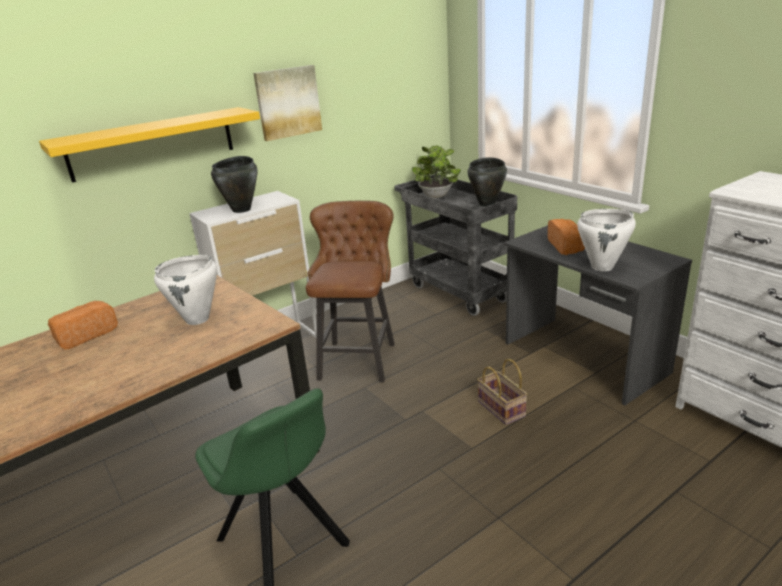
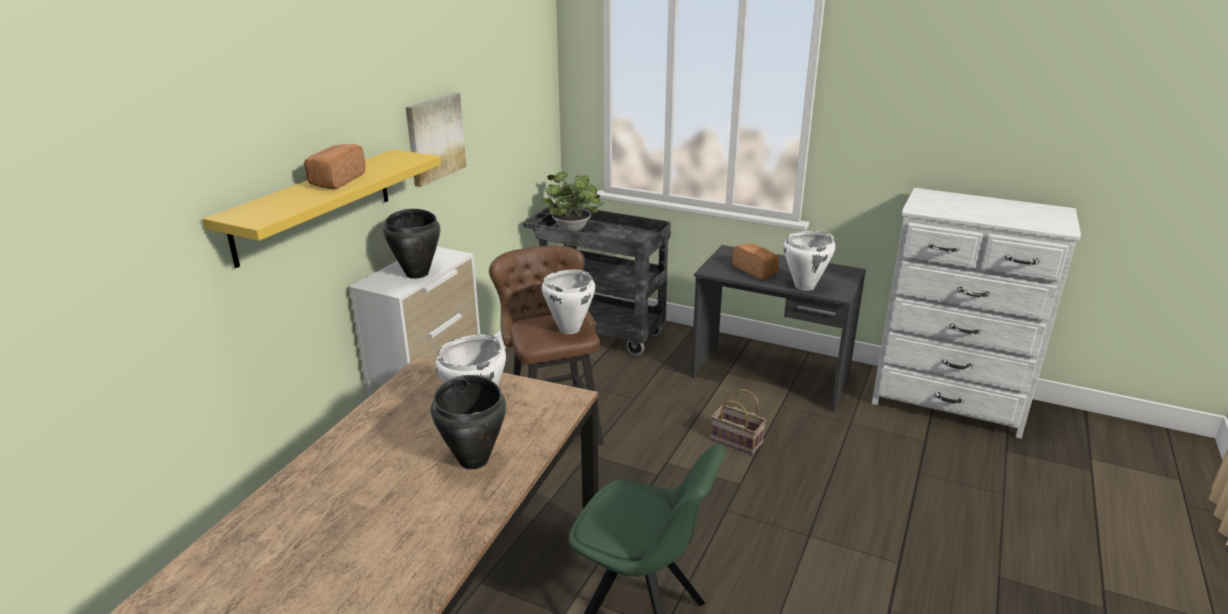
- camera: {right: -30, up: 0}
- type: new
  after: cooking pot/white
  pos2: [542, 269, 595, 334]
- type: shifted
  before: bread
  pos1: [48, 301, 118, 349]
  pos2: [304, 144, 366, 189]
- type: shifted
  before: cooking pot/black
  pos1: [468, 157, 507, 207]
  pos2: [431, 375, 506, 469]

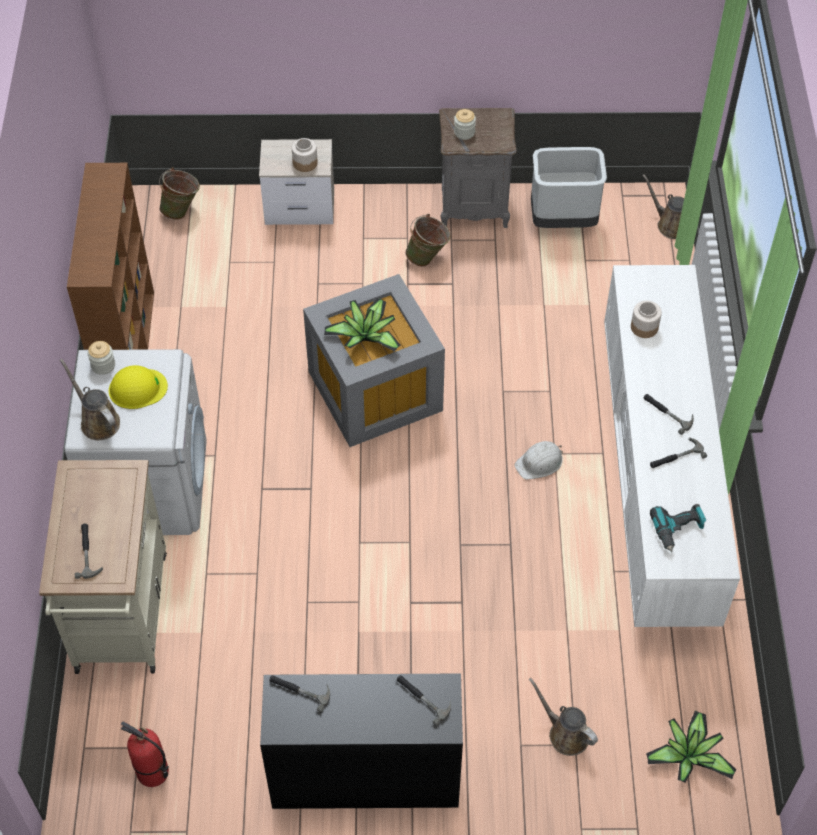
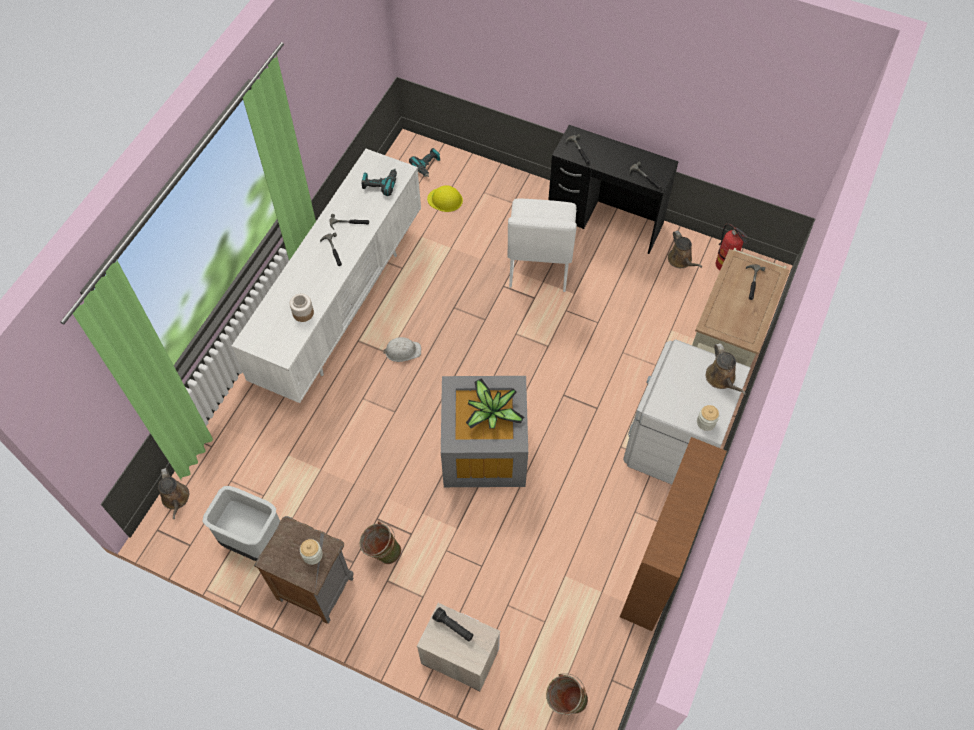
- camera: {right: -155, up: 5}
- type: new
  after: chair/white
  pos2: [508, 199, 577, 292]
- type: shifted
  before: hard hat/yellow
  pos1: [109, 365, 168, 409]
  pos2: [427, 185, 463, 212]
- type: shifted
  before: watering can/brown
  pos1: [529, 678, 598, 756]
  pos2: [668, 231, 702, 268]
- type: swapped
  before: jar
  after: flashlight/black
  pos1: [292, 138, 318, 172]
  pos2: [432, 607, 474, 641]
- type: swapped
  before: potted plant
  after: power drill
  pos1: [646, 711, 736, 782]
  pos2: [409, 148, 440, 177]

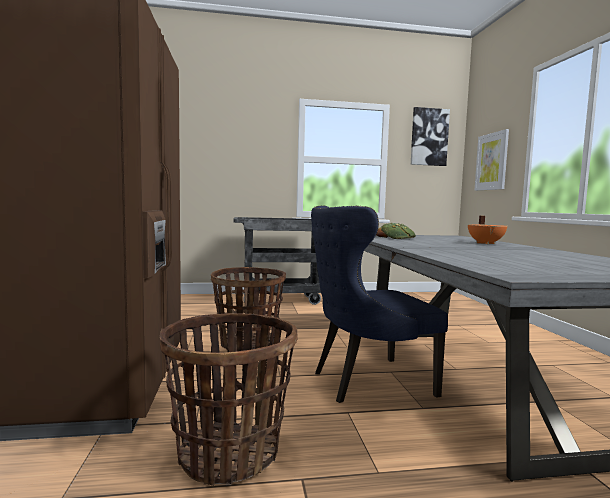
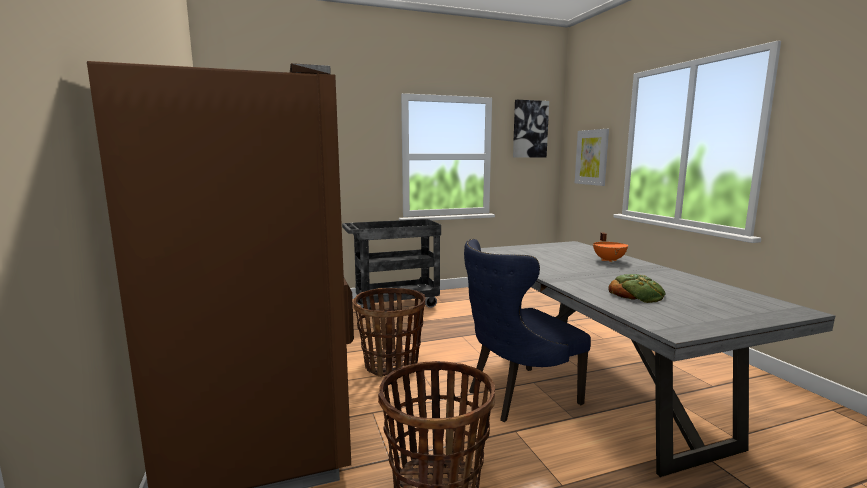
- camera: {right: -10, up: 5}
- type: shifted
  before: bread
  pos1: [376, 223, 416, 239]
  pos2: [608, 274, 666, 303]

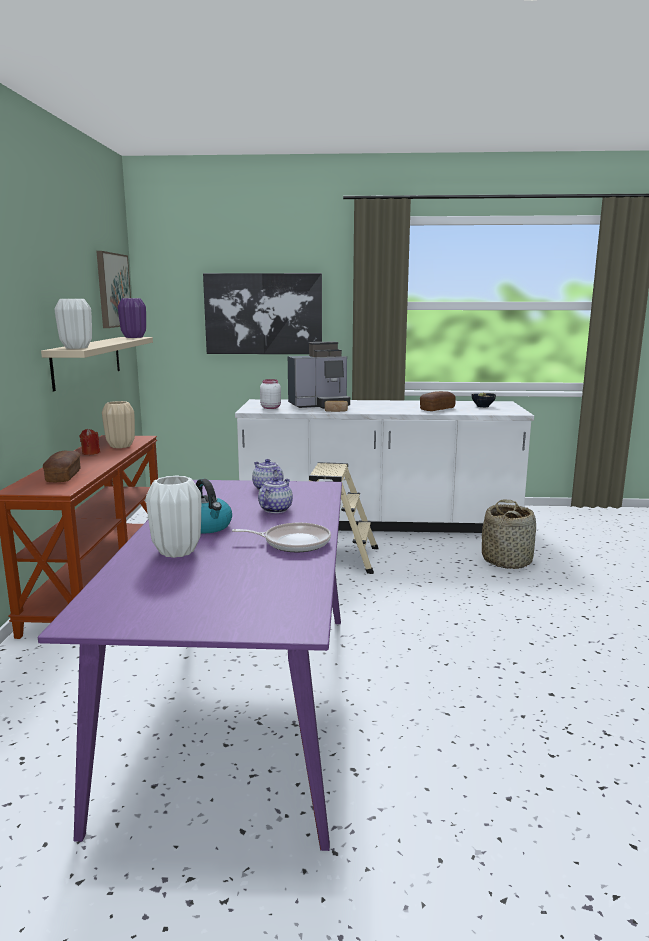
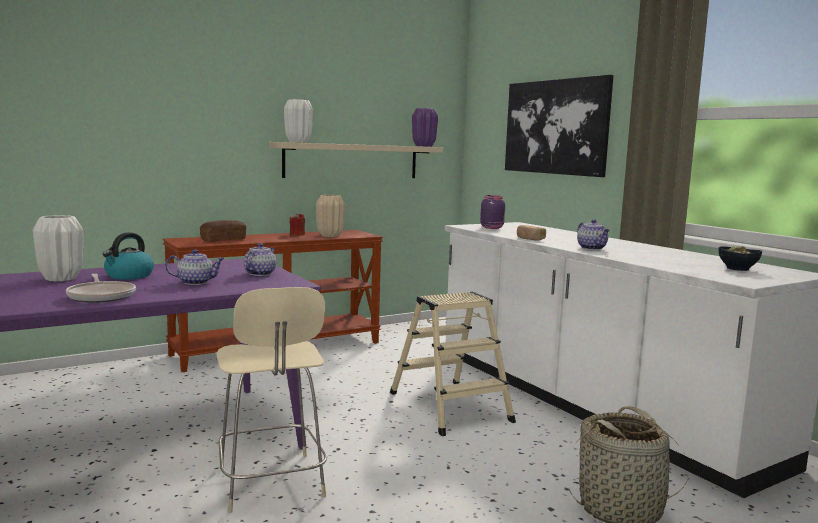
- camera: {right: 55, up: -5}
- type: gone
  before: picture
  pos1: [96, 251, 131, 328]
- type: gone
  before: coffee machine
  pos1: [288, 341, 350, 409]
- type: gone
  before: bread
  pos1: [420, 391, 456, 411]
- type: new
  after: chair/beige
  pos2: [217, 287, 327, 513]
- type: new
  after: teapot
  pos2: [577, 219, 610, 250]
- type: repainted
  before: jar/white
  after: jar/purple
  pos1: [260, 379, 281, 409]
  pos2: [480, 195, 505, 229]

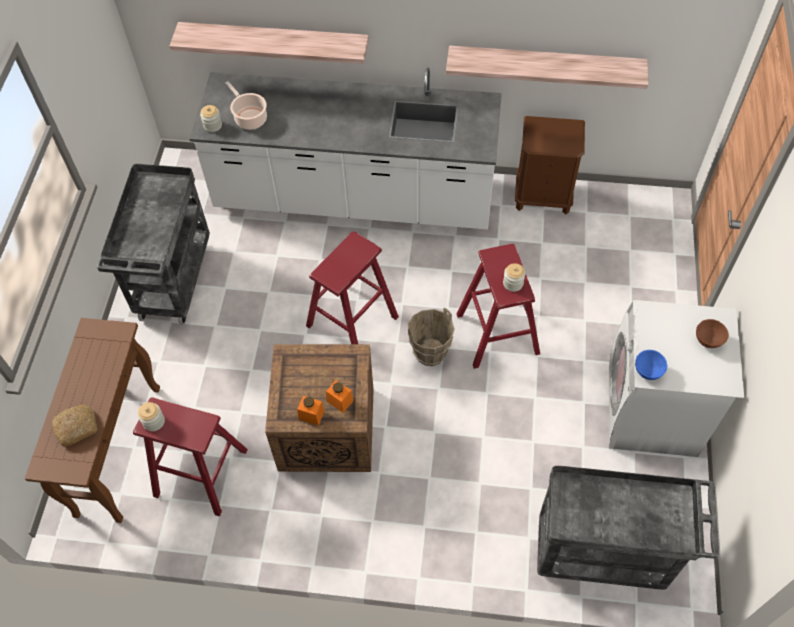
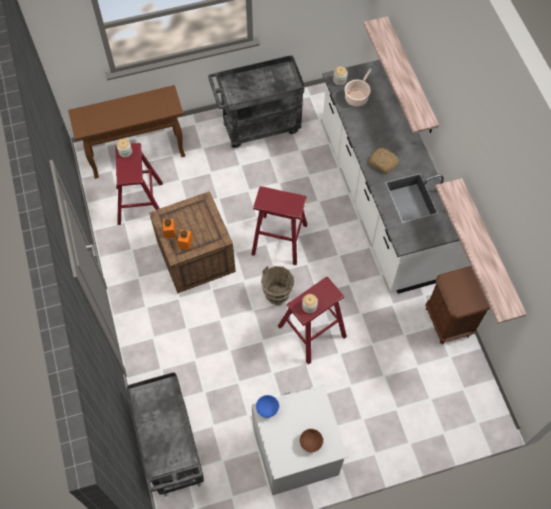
- camera: {right: 65, up: 5}
- type: shifted
  before: bread
  pos1: [52, 404, 97, 447]
  pos2: [369, 148, 399, 174]

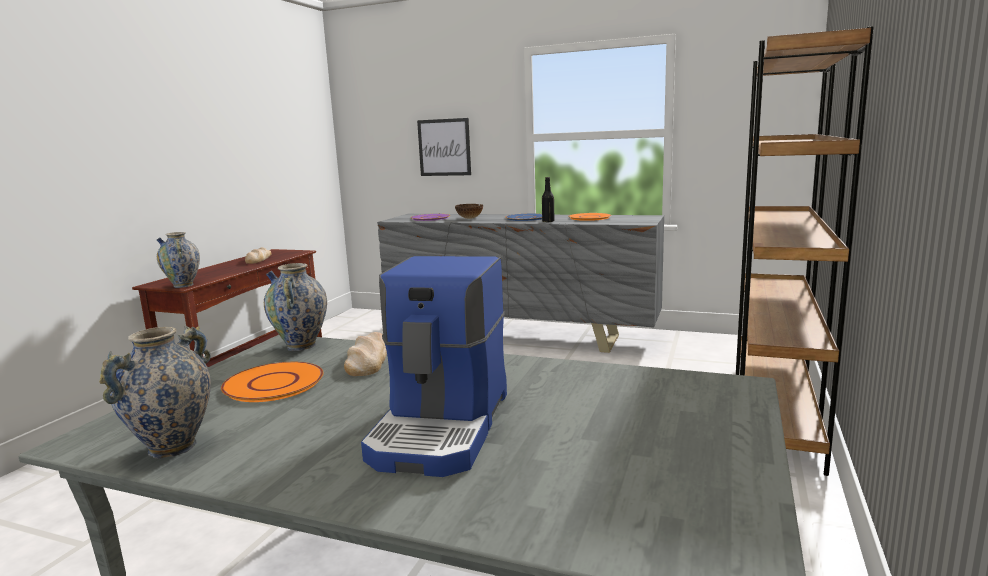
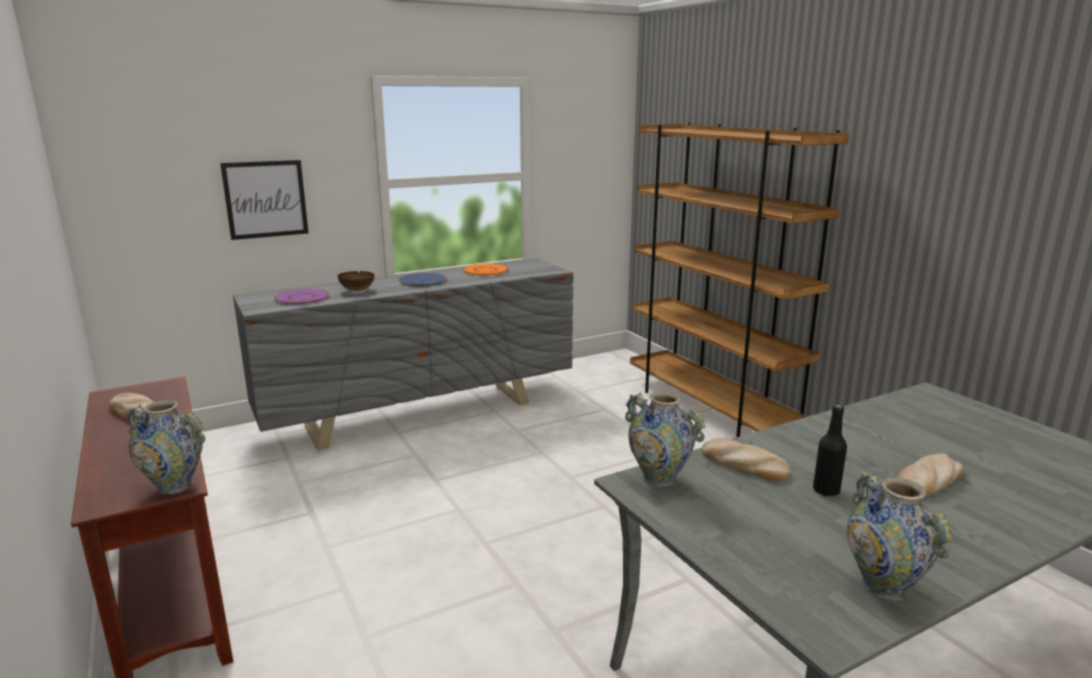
- camera: {right: -50, up: 5}
- type: gone
  before: plate/orange
  pos1: [221, 362, 324, 402]
- type: shifted
  before: bottle/black
  pos1: [542, 177, 555, 222]
  pos2: [813, 404, 847, 496]
- type: swapped
  before: coffee machine
  after: bread
  pos1: [361, 256, 507, 477]
  pos2: [897, 453, 963, 496]

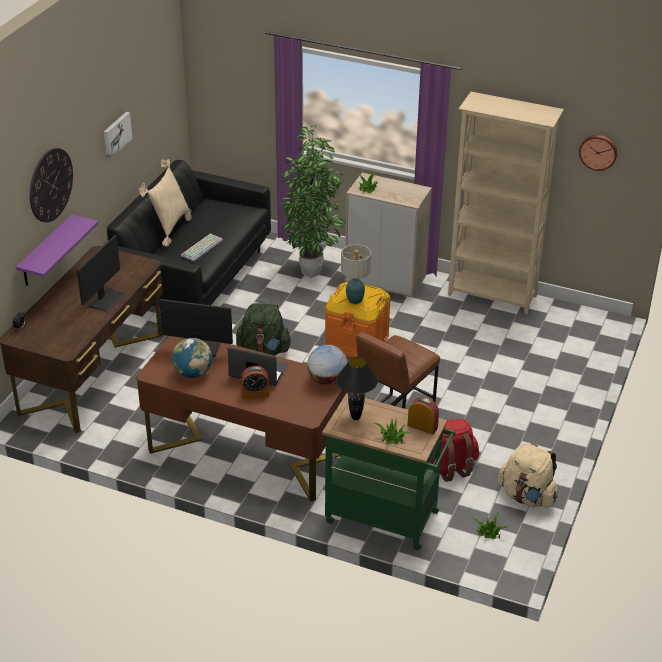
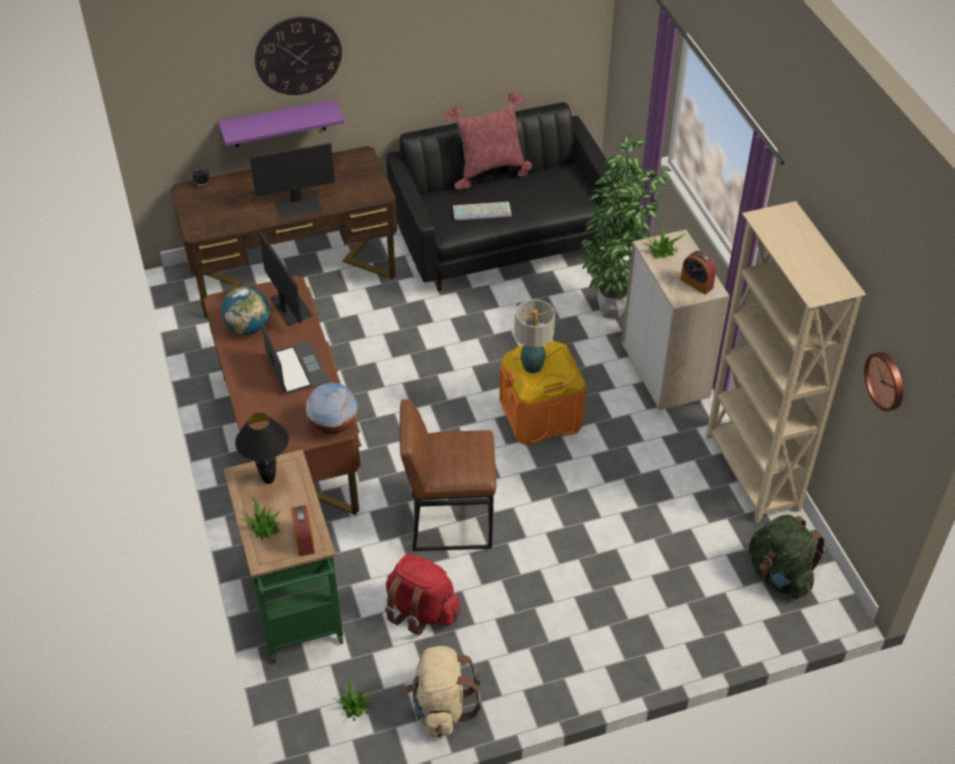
- camera: {right: 50, up: 10}
- type: gone
  before: picture
  pos1: [104, 112, 132, 159]
- type: shifted
  before: backpack/green
  pos1: [236, 303, 292, 355]
  pos2: [749, 515, 825, 599]
- type: shifted
  before: alarm clock
  pos1: [241, 366, 269, 399]
  pos2: [680, 251, 716, 295]
- type: repainted
  before: pillow/beige
  after: pillow/red
  pos1: [139, 159, 192, 247]
  pos2: [445, 92, 533, 190]

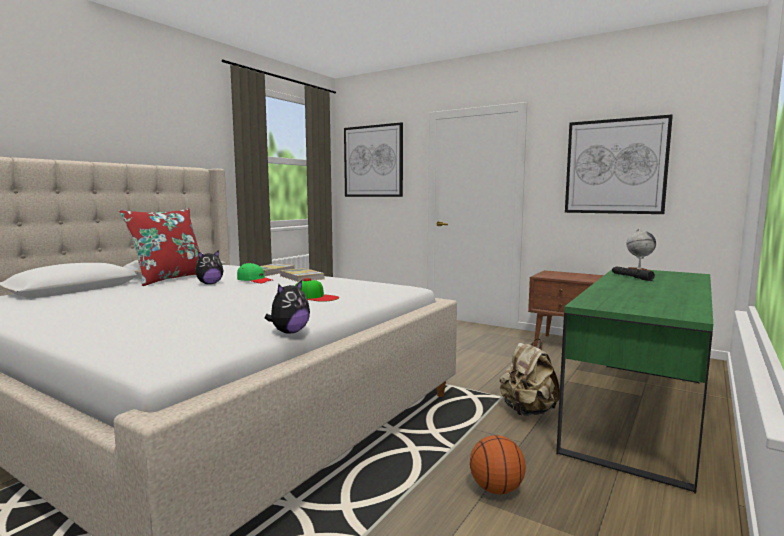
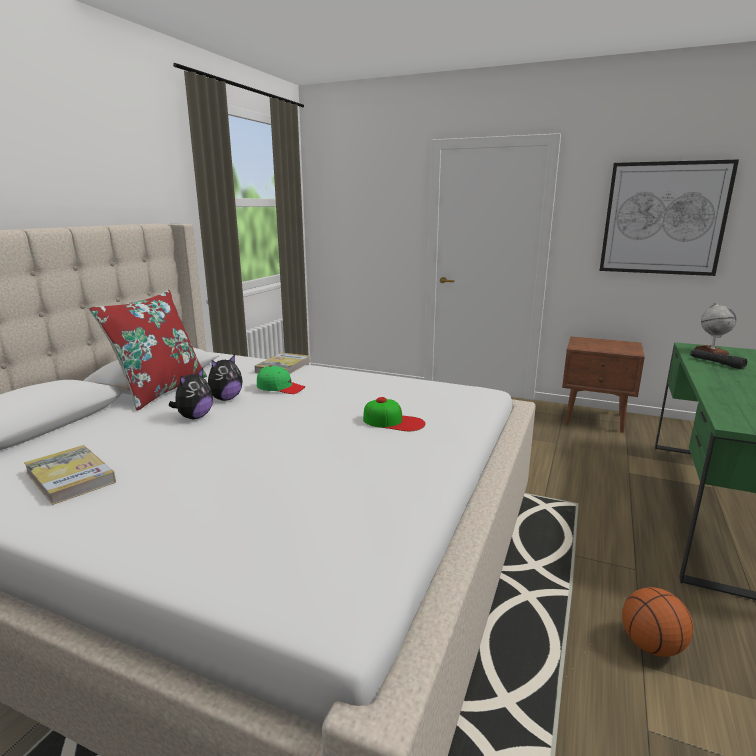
- camera: {right: -10, up: 10}
- type: gone
  before: picture
  pos1: [344, 122, 403, 197]
- type: gone
  before: backpack/beige
  pos1: [500, 339, 560, 416]
- type: shifted
  before: plush toy
  pos1: [265, 280, 310, 334]
  pos2: [169, 368, 213, 419]
- type: shifted
  before: book
  pos1: [280, 268, 324, 282]
  pos2: [24, 445, 116, 505]

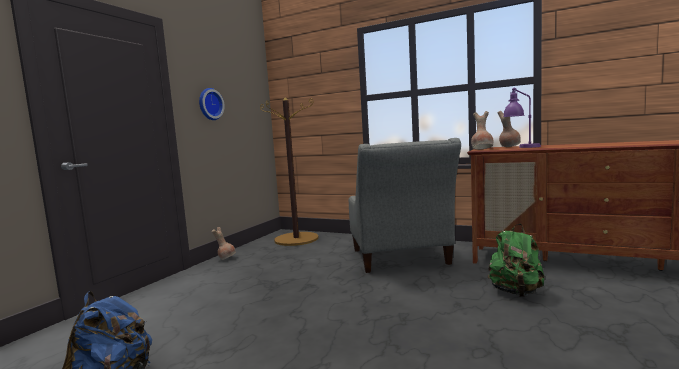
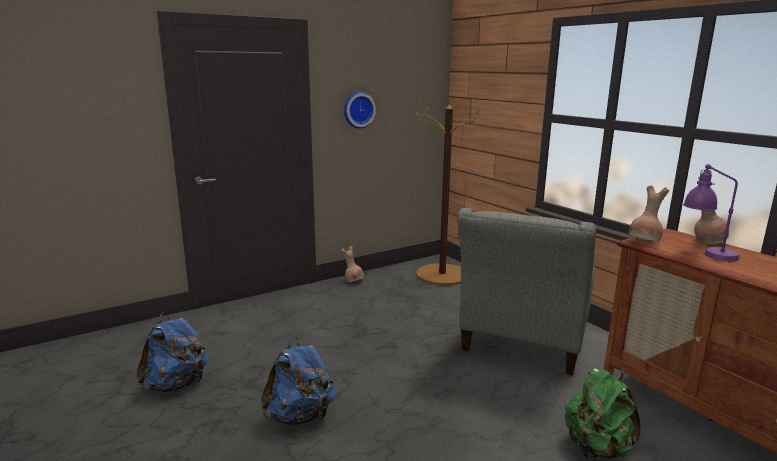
- camera: {right: 30, up: 10}
- type: new
  after: backpack/blue
  pos2: [261, 336, 336, 425]

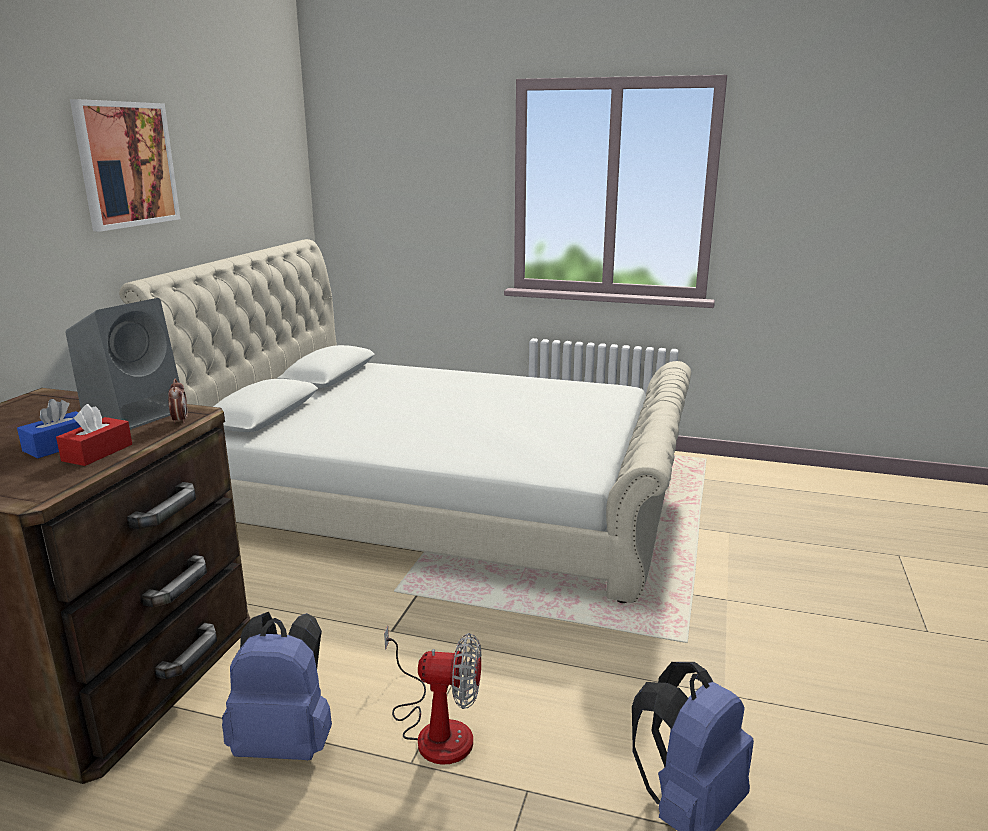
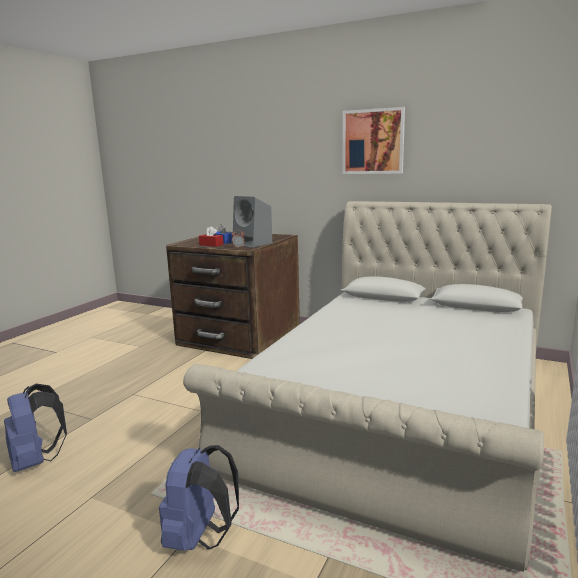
- camera: {right: 100, up: -5}
- type: gone
  before: fan
  pos1: [384, 625, 481, 765]
- type: shifted
  before: backpack/blue
  pos1: [222, 612, 332, 760]
  pos2: [159, 445, 239, 551]

